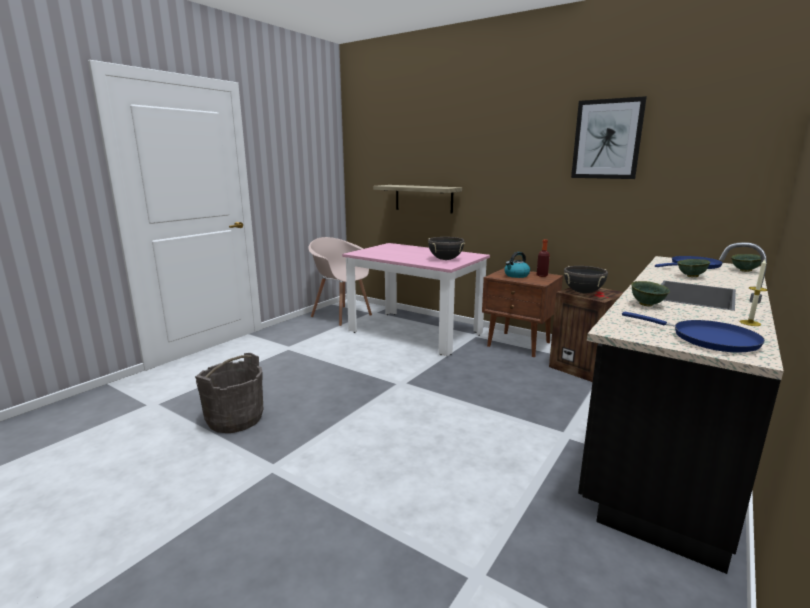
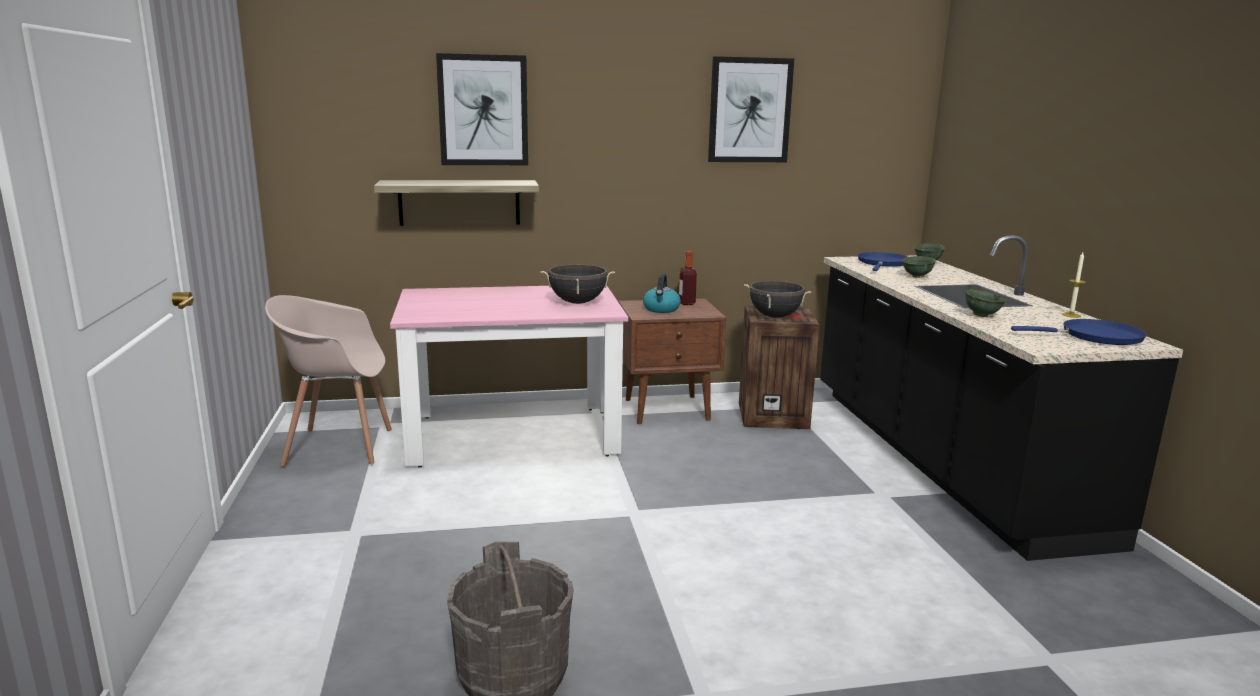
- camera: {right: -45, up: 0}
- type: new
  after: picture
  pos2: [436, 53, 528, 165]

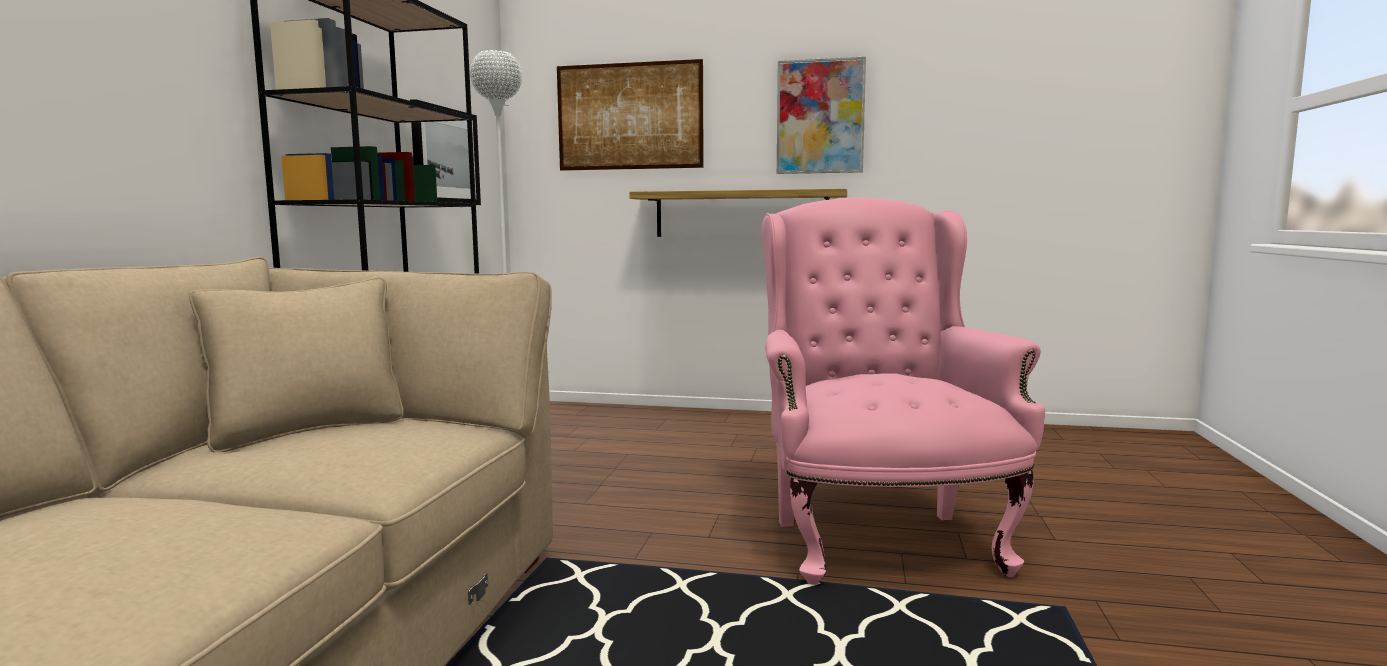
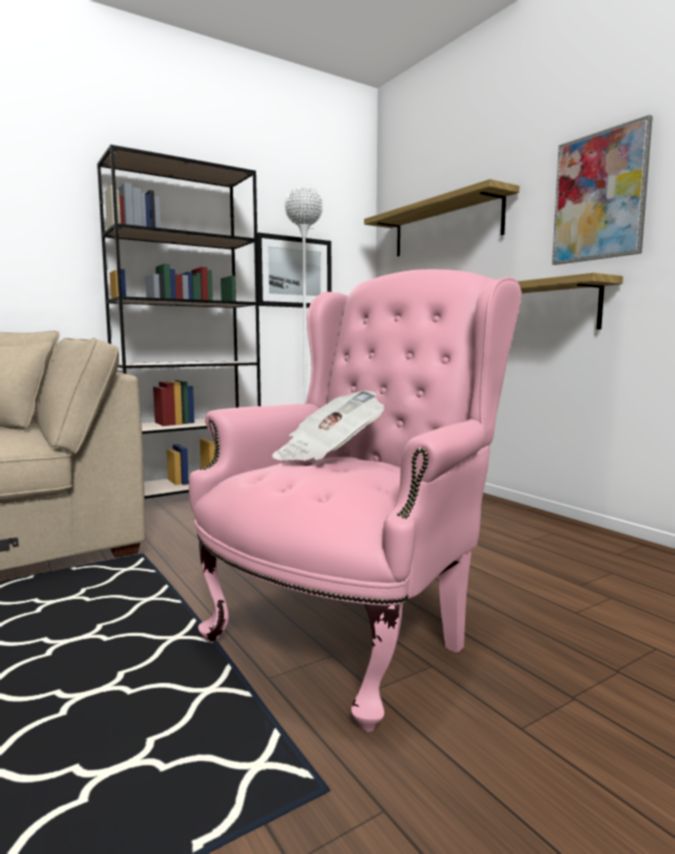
- camera: {right: 45, up: 0}
- type: new
  after: newspaper
  pos2: [272, 391, 384, 461]
- type: swapped
  before: picture
  after: shelf
  pos1: [557, 59, 704, 171]
  pos2: [364, 179, 519, 256]

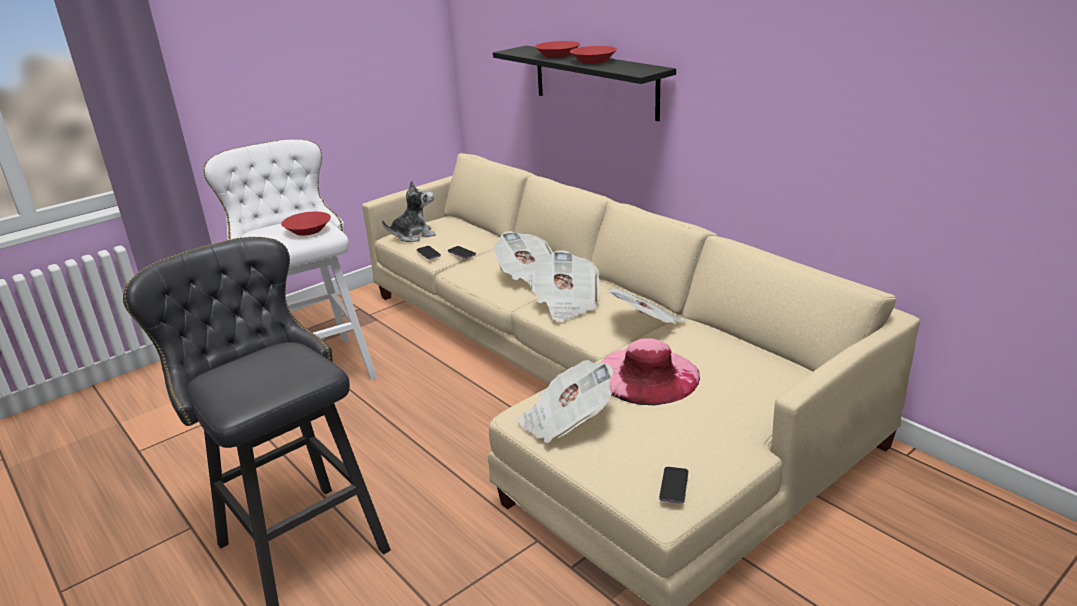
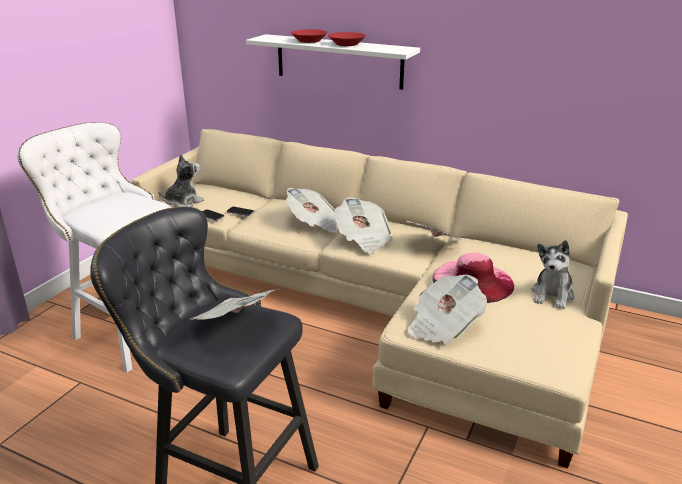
- camera: {right: -25, up: 0}
- type: gone
  before: bowl/red
  pos1: [281, 212, 331, 236]
- type: gone
  before: phone
  pos1: [659, 467, 688, 503]
- type: new
  after: newspaper
  pos2: [190, 289, 279, 320]
- type: new
  after: plush toy
  pos2: [531, 240, 574, 309]
- type: repainted
  before: shelf/black
  after: shelf/white
  pos1: [493, 46, 676, 121]
  pos2: [246, 34, 420, 90]

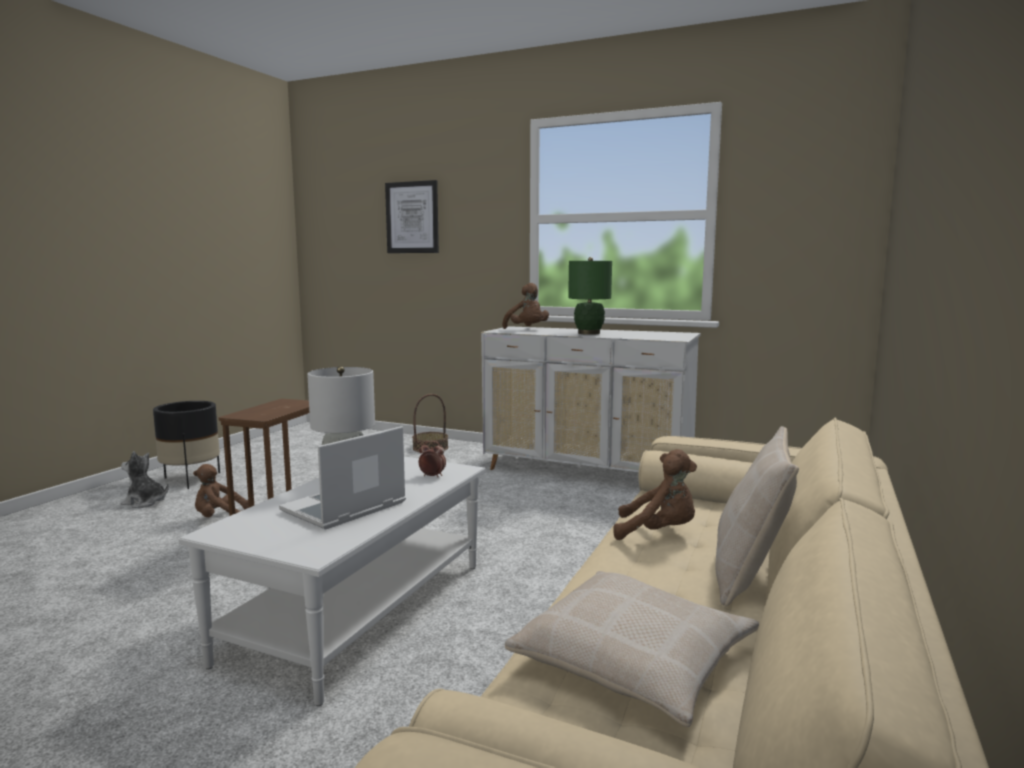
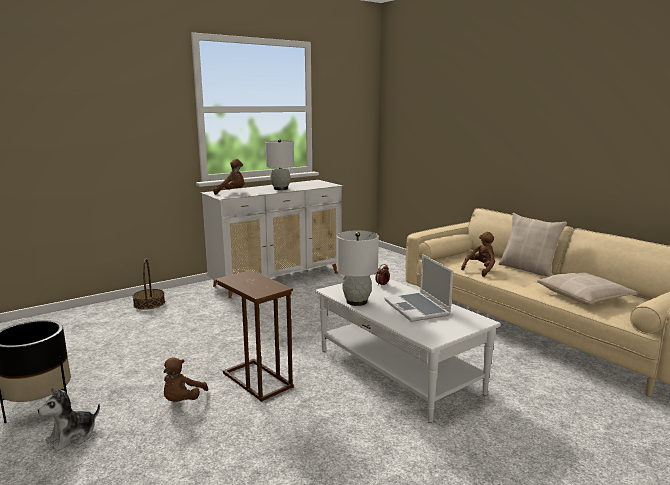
- camera: {right: -60, up: 5}
- type: gone
  before: picture
  pos1: [385, 180, 439, 253]
- type: repainted
  before: table lamp/green
  after: table lamp/white
  pos1: [568, 257, 612, 335]
  pos2: [265, 139, 294, 190]

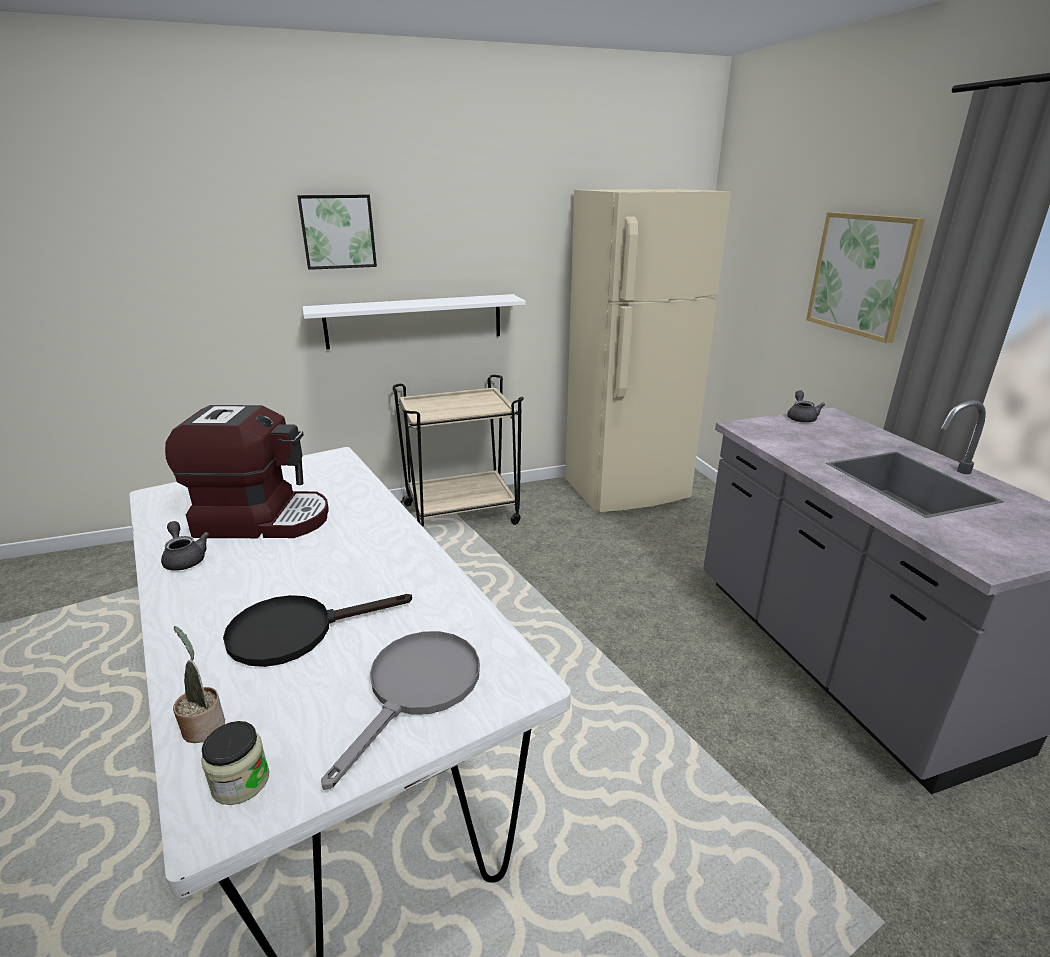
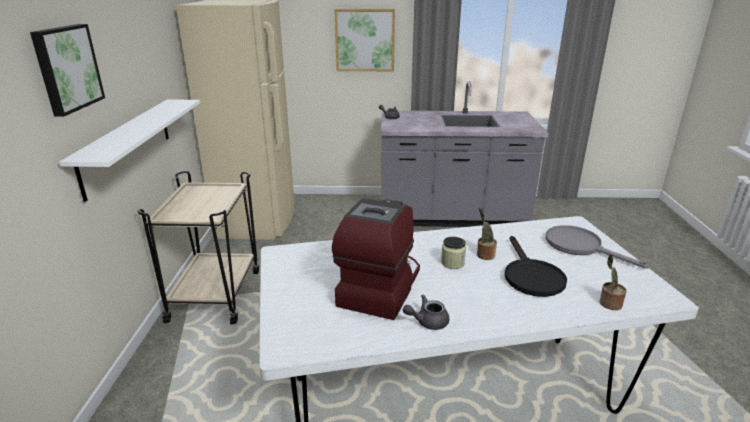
- camera: {right: -70, up: 0}
- type: new
  after: potted plant
  pos2: [477, 208, 497, 260]
- type: shifted
  before: jar
  pos1: [201, 721, 269, 805]
  pos2: [441, 237, 466, 269]

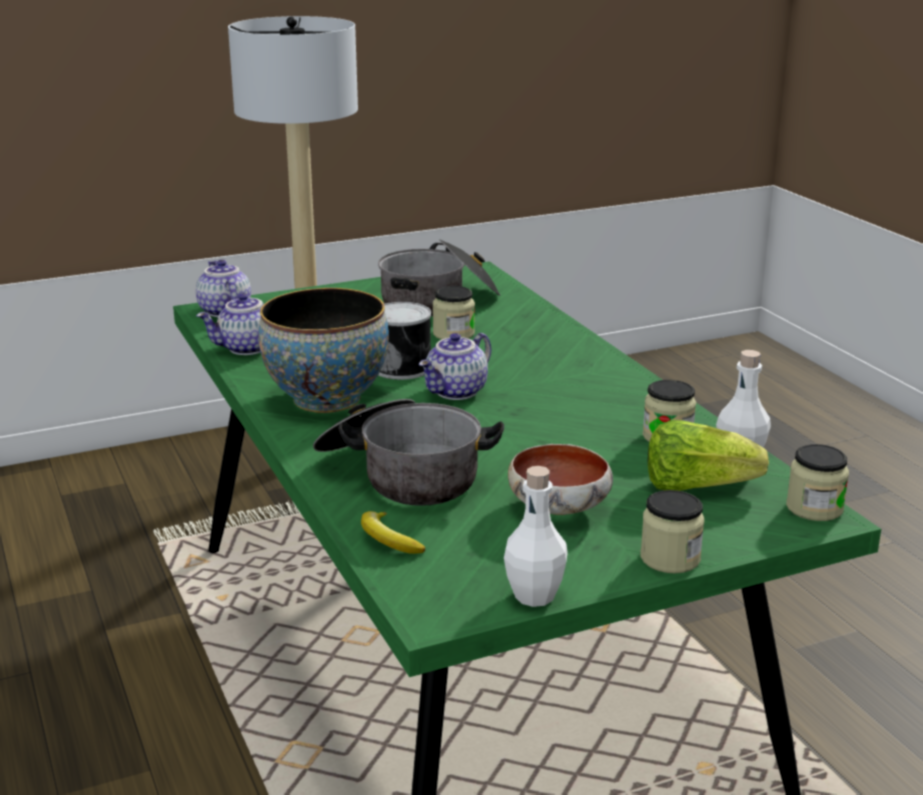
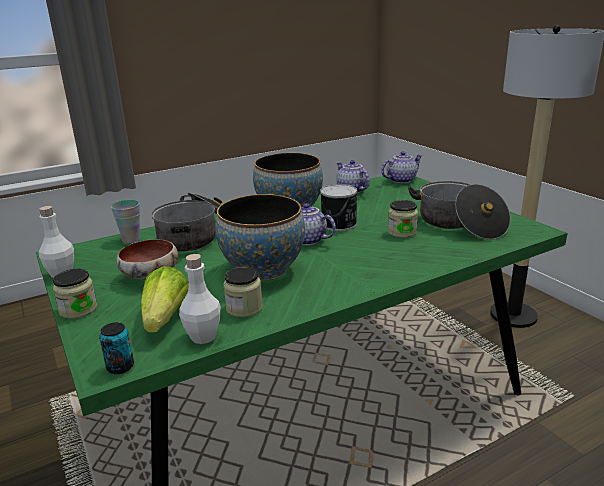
- camera: {right: 85, up: 0}
- type: new
  after: bowl
  pos2: [215, 194, 305, 281]
- type: swapped
  before: banana
  after: cup
  pos1: [361, 511, 425, 554]
  pos2: [111, 200, 141, 243]
- type: swapped
  before: jar
  after: can
  pos1: [786, 444, 849, 521]
  pos2: [99, 322, 134, 374]

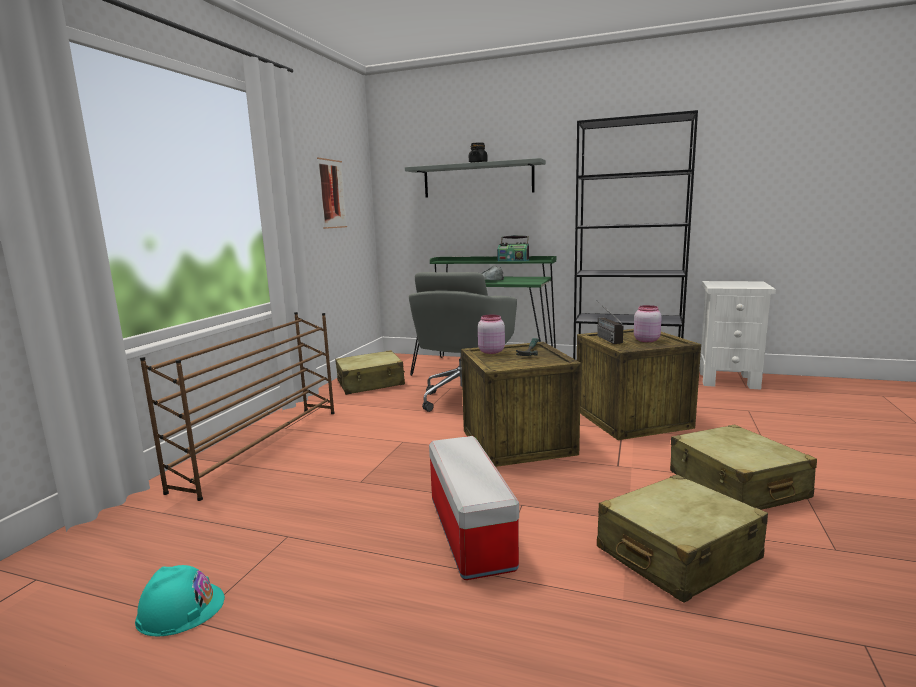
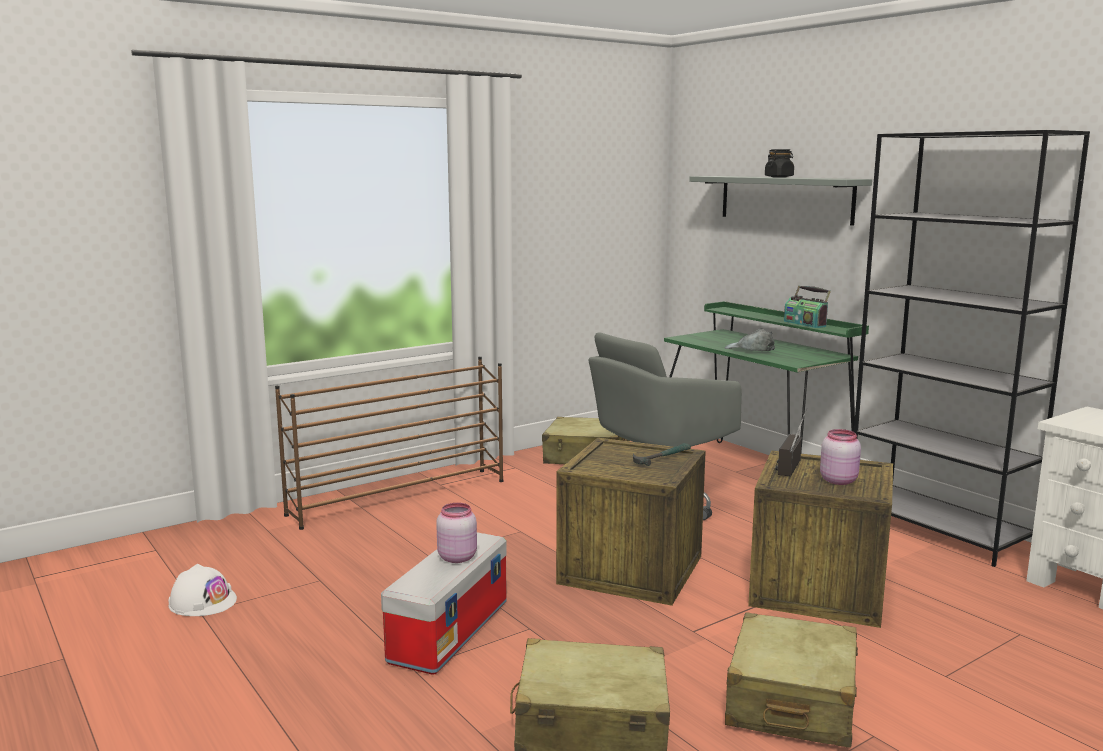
- camera: {right: 35, up: 0}
- type: gone
  before: picture
  pos1: [317, 158, 347, 229]
- type: shifted
  before: jar/pink
  pos1: [478, 315, 505, 354]
  pos2: [436, 503, 477, 563]
- type: repainted
  before: hard hat/turquoise
  after: hard hat/white
  pos1: [135, 565, 225, 636]
  pos2: [169, 564, 237, 616]

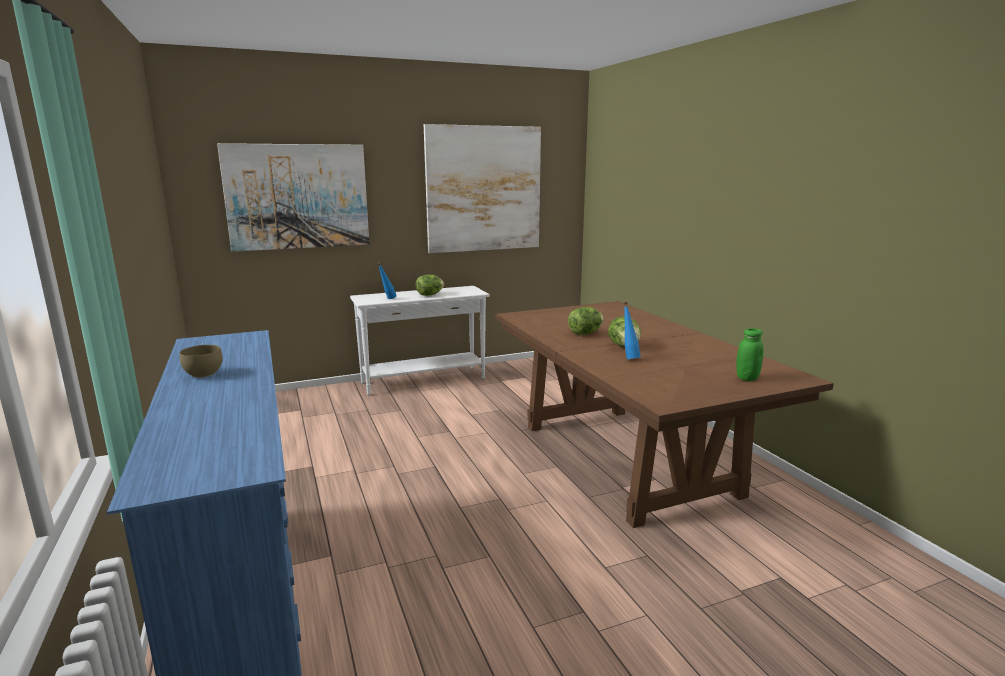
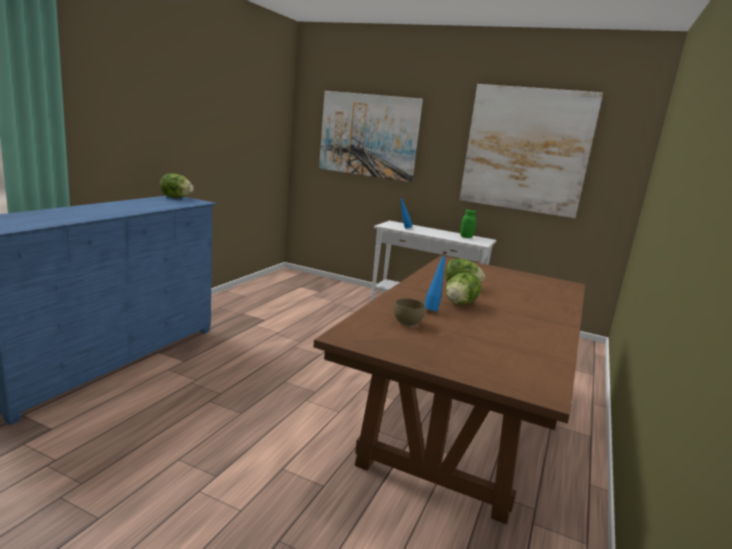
- camera: {right: 45, up: 0}
- type: shifted
  before: bowl/brown
  pos1: [179, 345, 223, 378]
  pos2: [394, 298, 425, 326]
- type: shifted
  before: lettuce
  pos1: [416, 274, 444, 296]
  pos2: [160, 173, 194, 198]
- type: shifted
  before: jar/green
  pos1: [736, 328, 764, 381]
  pos2: [460, 210, 476, 238]

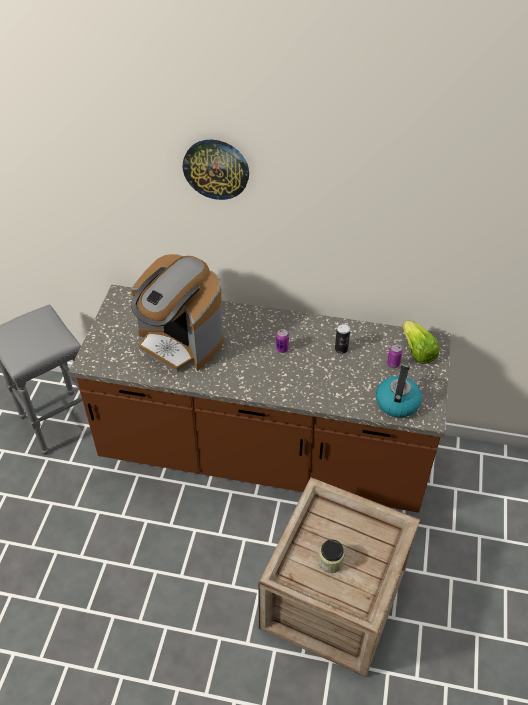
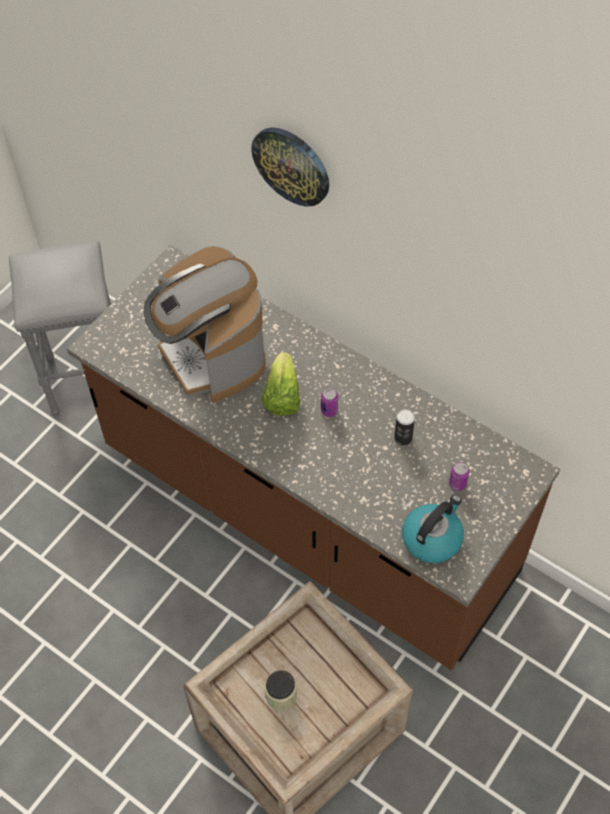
- camera: {right: 25, up: 10}
- type: shifted
  before: lettuce
  pos1: [402, 320, 440, 364]
  pos2: [261, 352, 300, 416]

